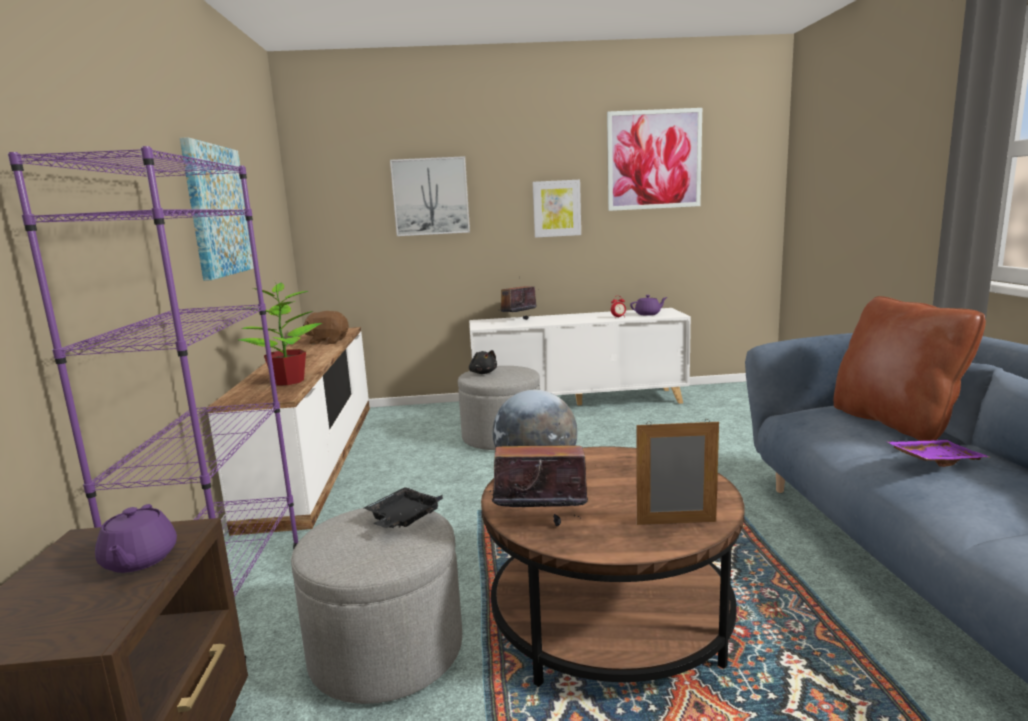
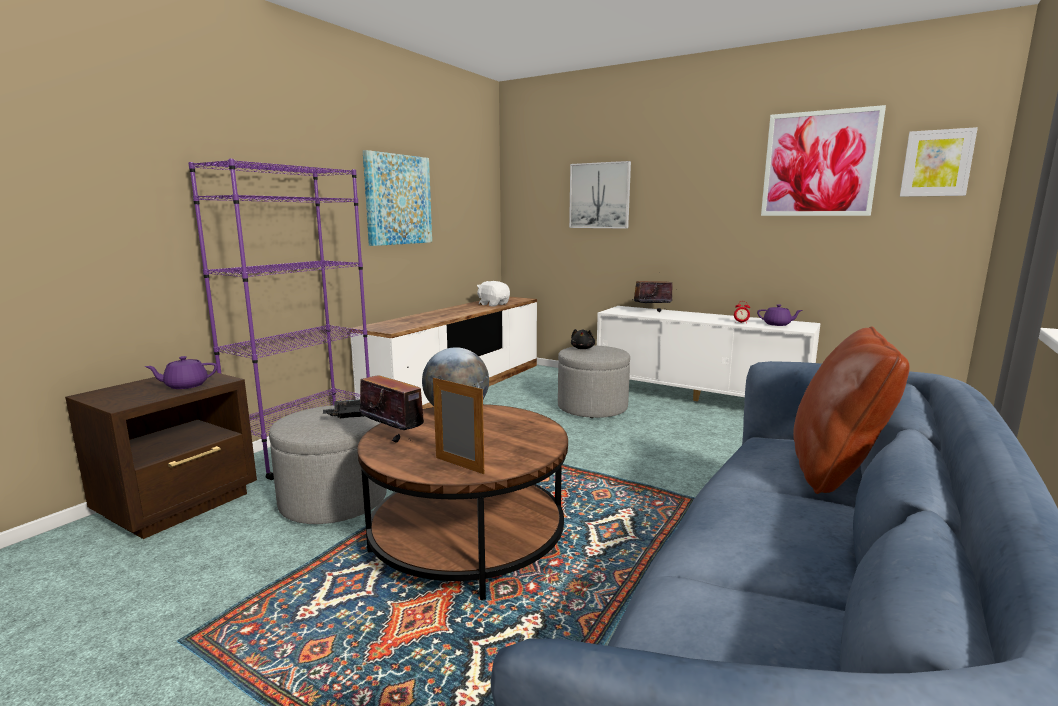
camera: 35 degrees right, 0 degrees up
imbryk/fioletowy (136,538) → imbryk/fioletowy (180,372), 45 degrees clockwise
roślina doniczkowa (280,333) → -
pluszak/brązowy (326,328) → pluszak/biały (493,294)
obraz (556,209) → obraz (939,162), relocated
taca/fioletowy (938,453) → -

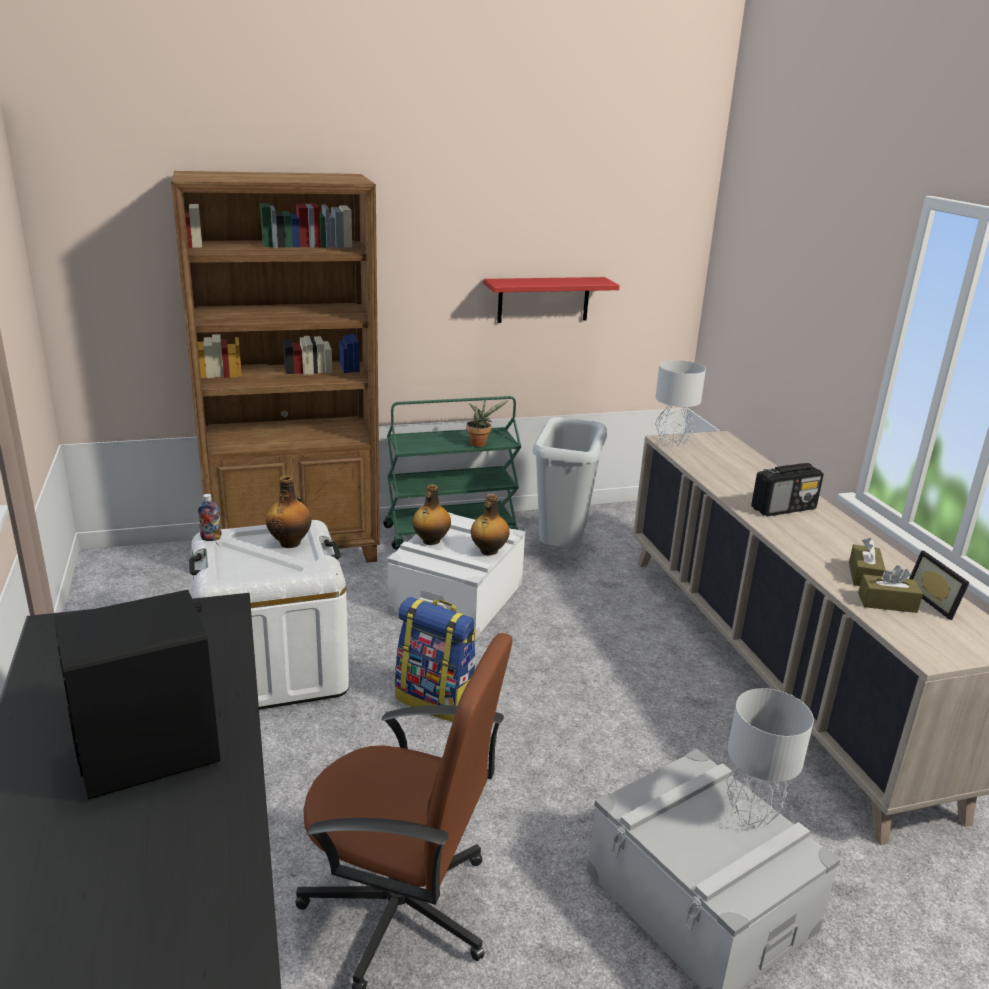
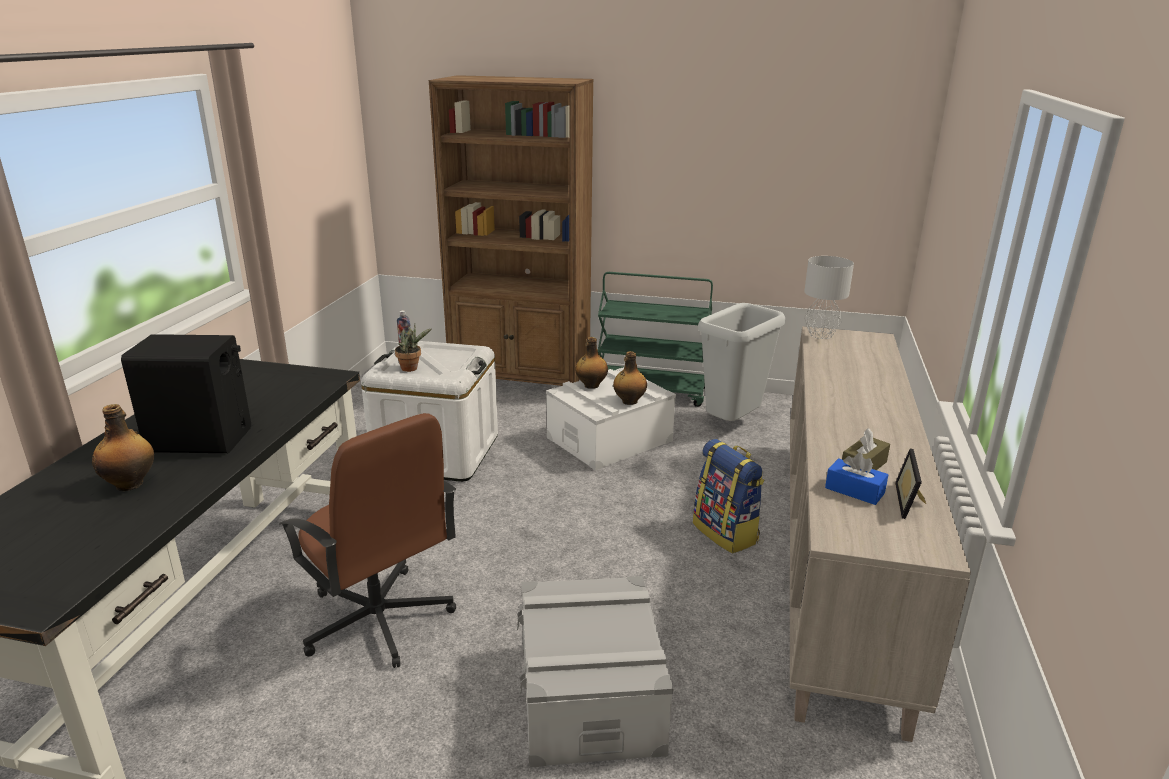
camera: 30 degrees right, 0 degrees up
butelka (289,511) → butelka (123,447), relocated
plecak (436,659) → plecak (728,496), relocated
roślina doniczkowa (487,422) → roślina doniczkowa (413,348), relocated
półka/czerwony (551,300) → -
lampa stołowa/szary (770,757) → -
radio (787,490) → -
pudełko chusteczek/brązowy (890,589) → pudełko chusteczek/niebieski (856,479)

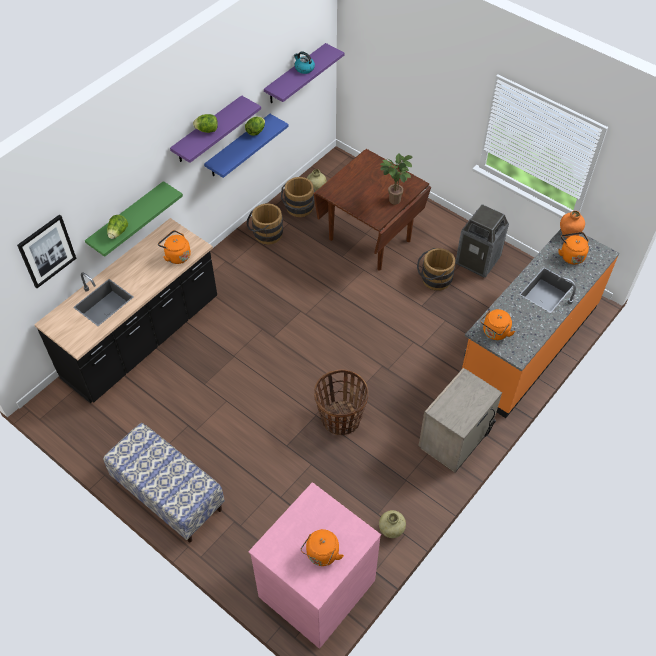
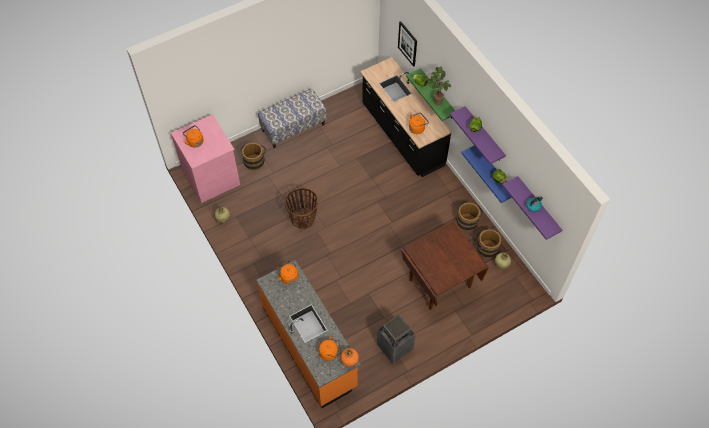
camera: 110 degrees right, 5 degrees up
roślina doniczkowa (396,178) → roślina doniczkowa (439,85), relocated
wiadro/brązowy (436,269) → wiadro/brązowy (253,157), relocated
szafka nocna/beżowy (460,420) → -

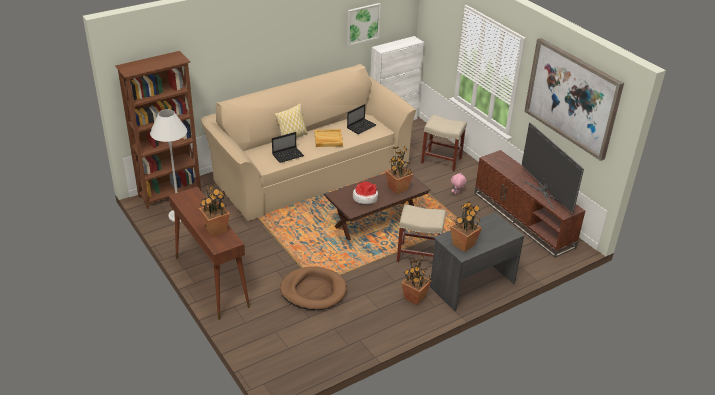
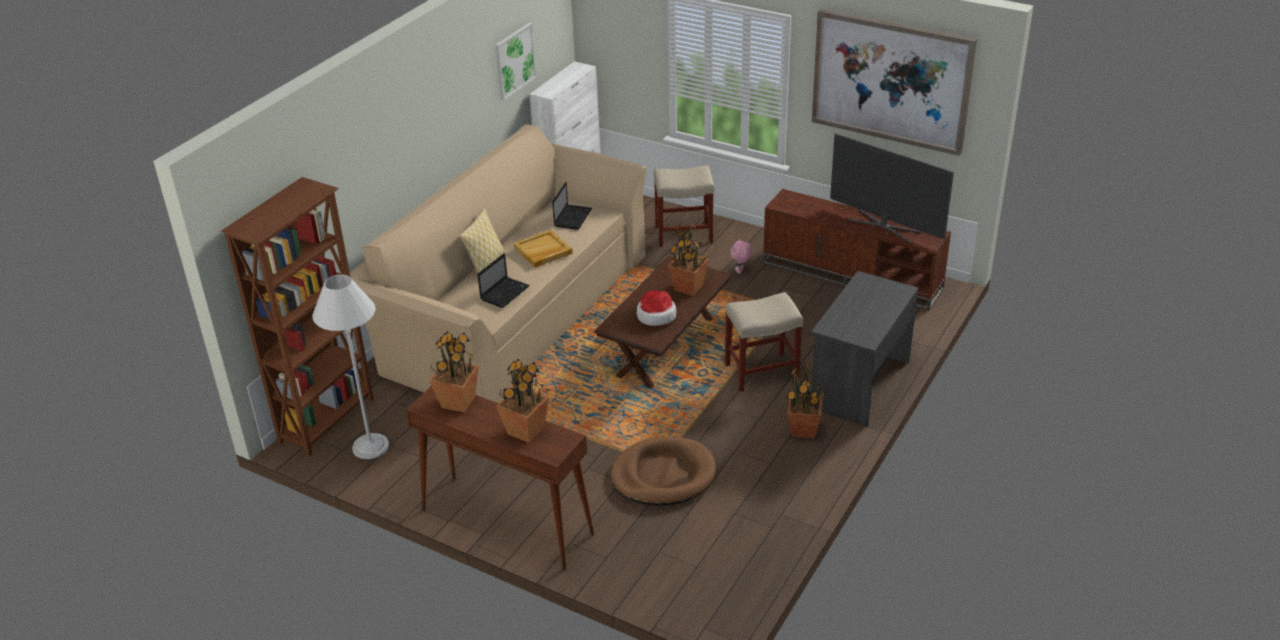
camera: 25 degrees left, 0 degrees up
roślina doniczkowa (466,226) → roślina doniczkowa (454,372), relocated

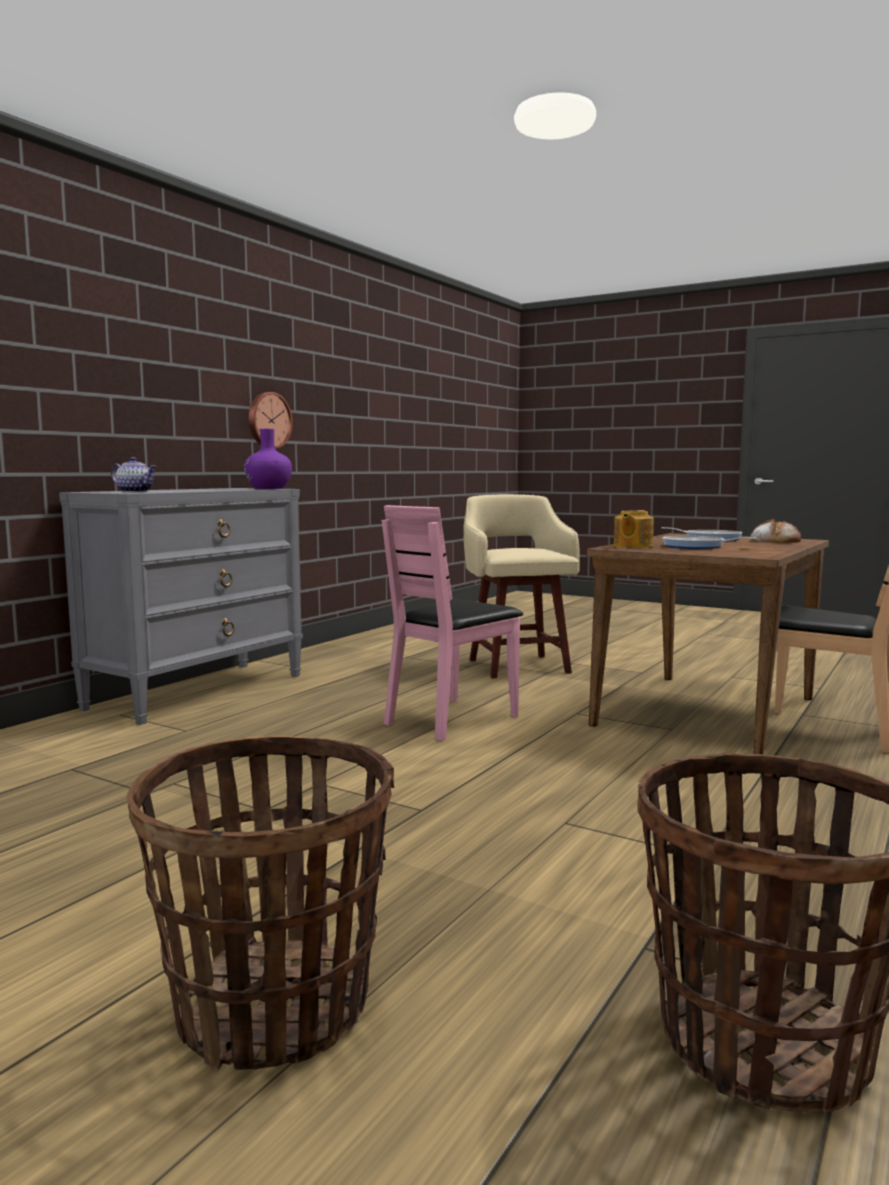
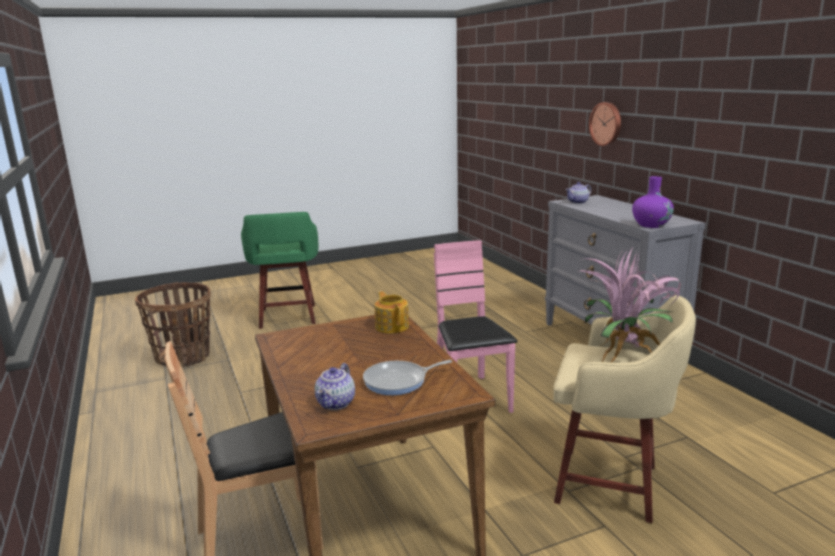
camera: 125 degrees right, 10 degrees up
koszyk (260,903) → stołek/zielony (279,270)
zegar ścienny (271,420) → zegar ścienny (605,124), relocated
patelnia (710,542) → -
chleb (776,530) → imbryk (335,386)
- → roślina doniczkowa (629,304)

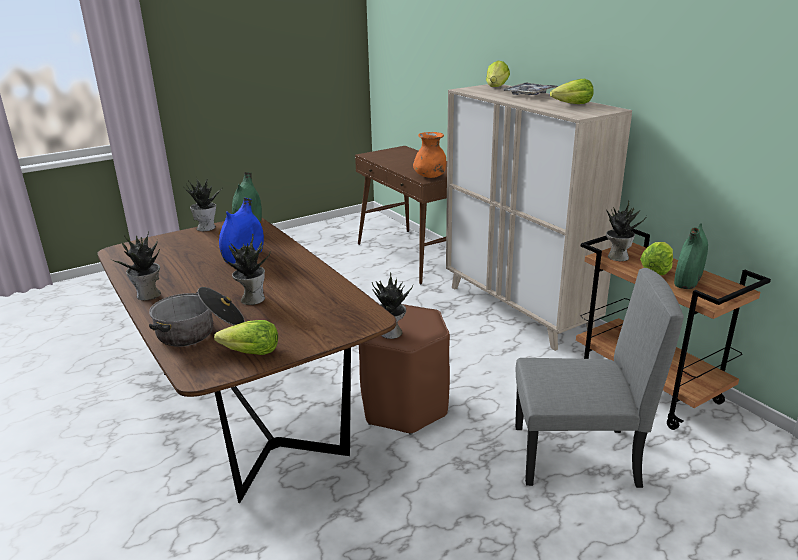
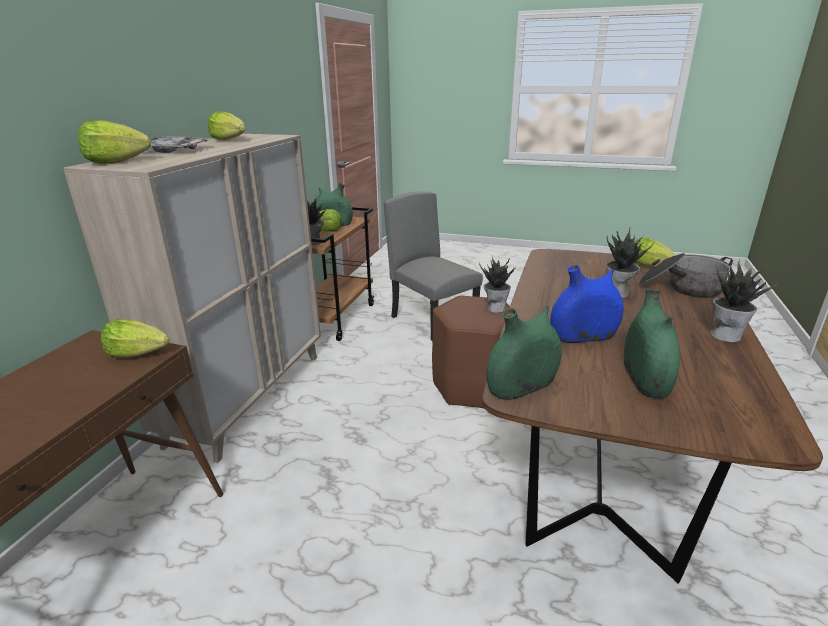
camera: 130 degrees left, 0 degrees up
roślina doniczkowa (202,203) → -
wazon/pomarańczowy (429,155) → sałata (135,338)
- → wazon/zielony (652,344)

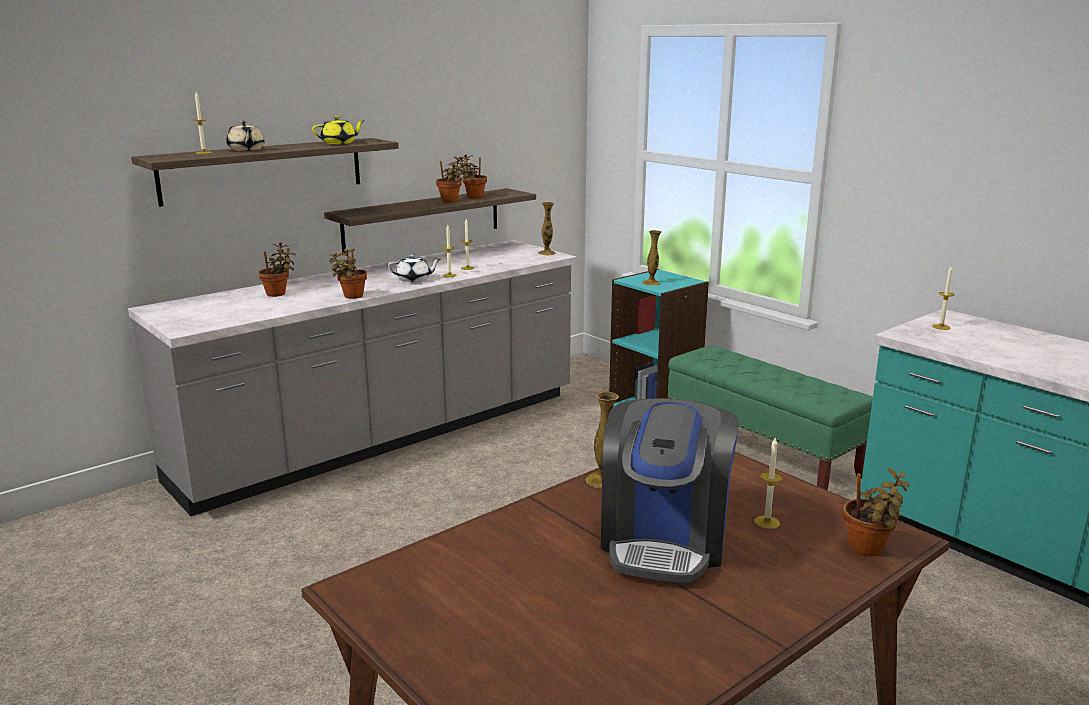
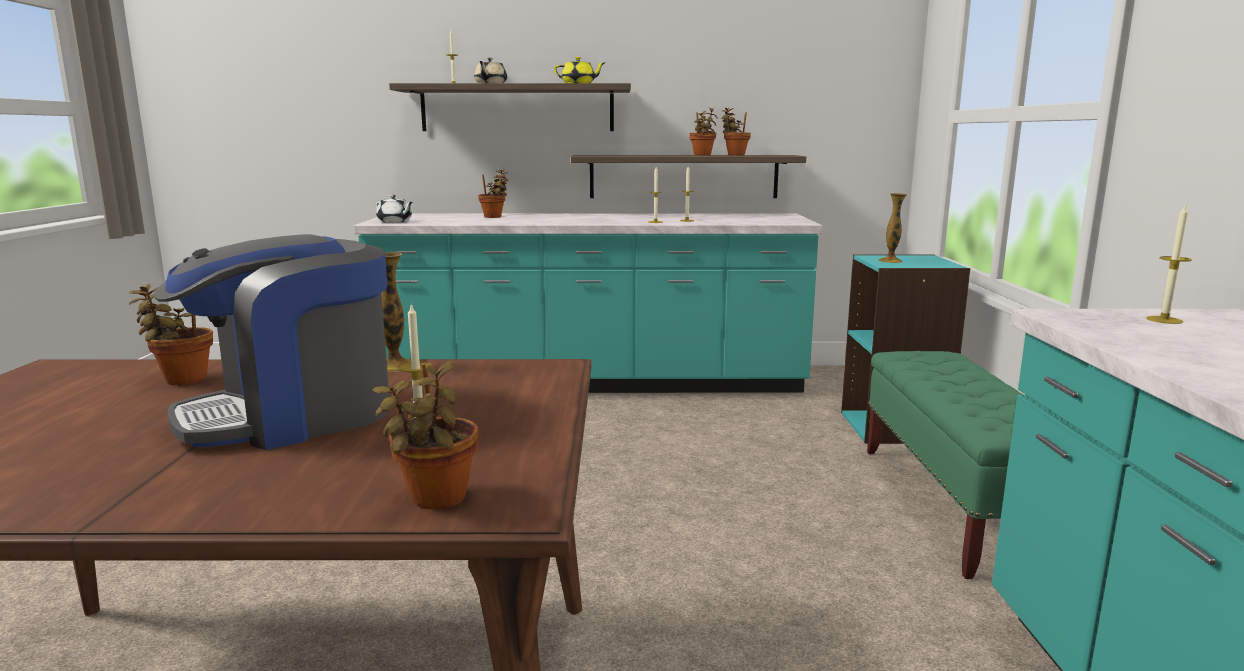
camera: 40 degrees right, 5 degrees down
zabudowa kuchenna/szary (352,378) → zabudowa kuchenna/turkusowy (588,303)
roślina doniczkowa (348,274) → roślina doniczkowa (171,335), relocated
imbryk/biały (414,268) → imbryk/biały (394,209), relocated
wazon (547,228) → -

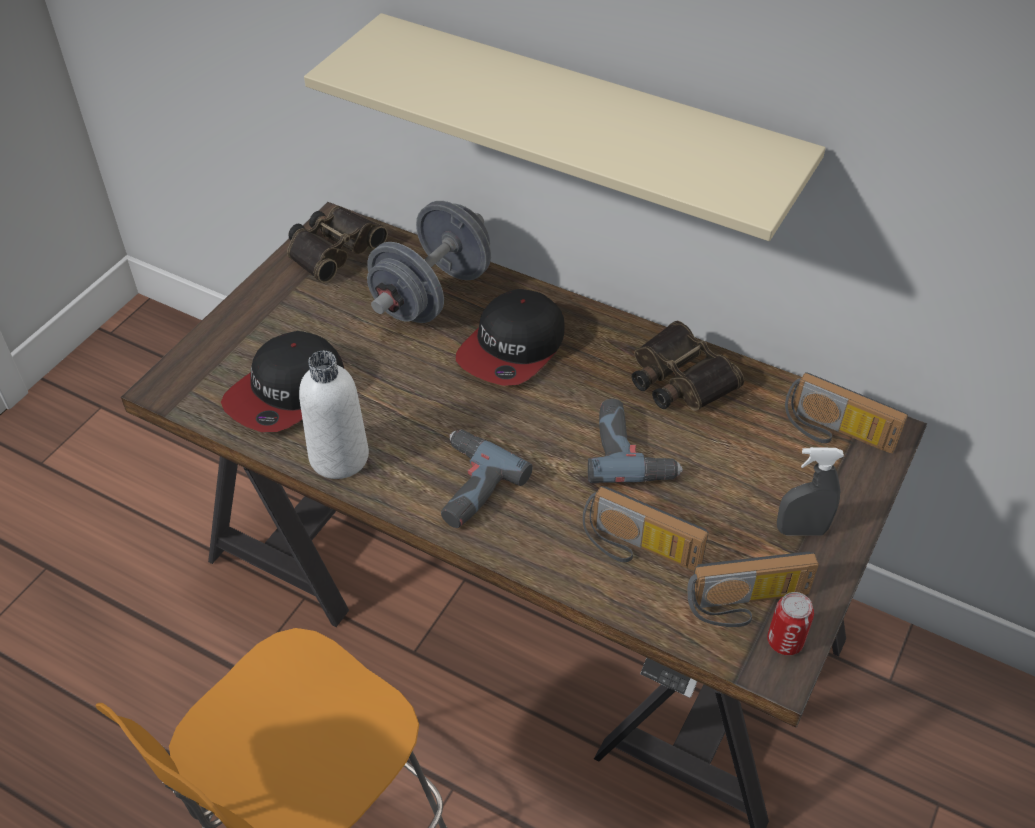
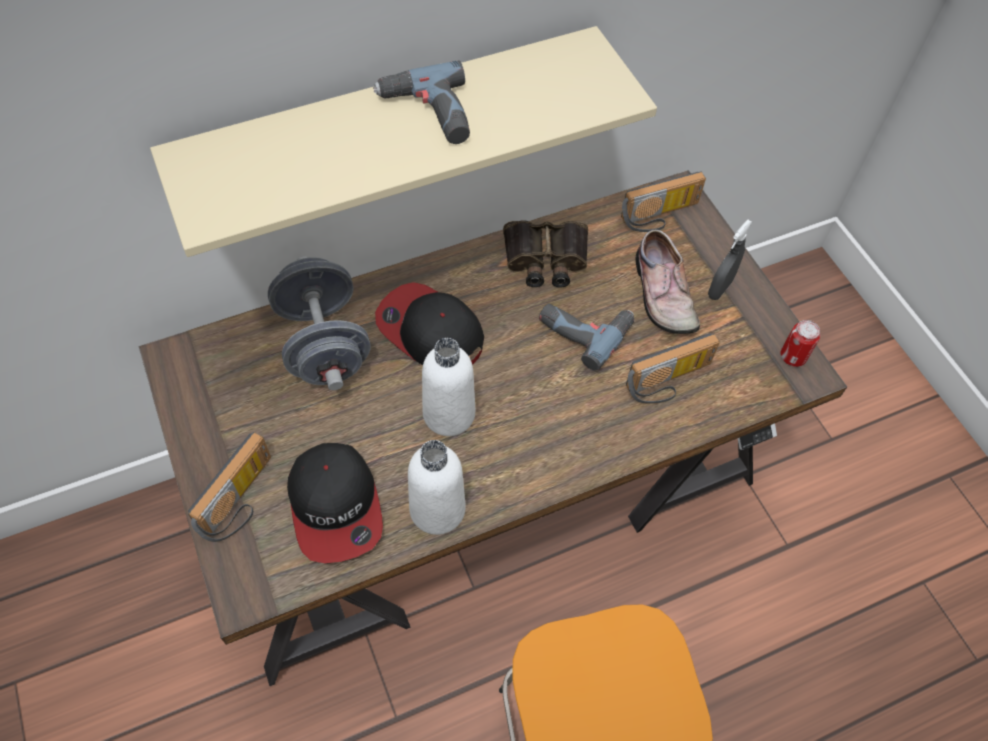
camera: 55 degrees left, 10 degrees up
lornetka (337,244) → -
wiertarka (487,478) → wiertarka (421,102), relocated
czapka z daszkiem (510,337) → czapka z daszkiem (429,323), 150 degrees clockwise
radio (753,589) → radio (229,487), relocated
- → butelka/biały (448,387)
- → but (668,282)

